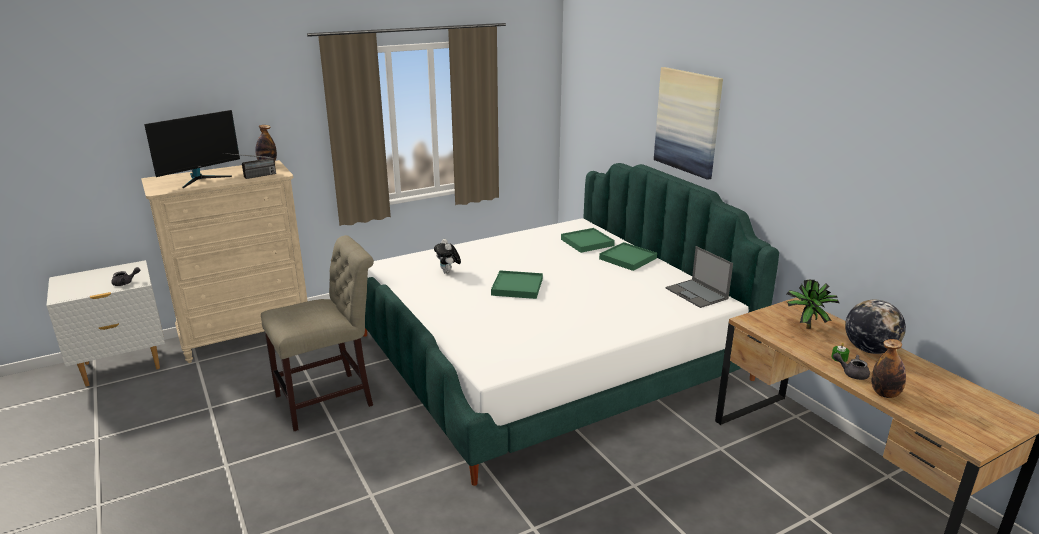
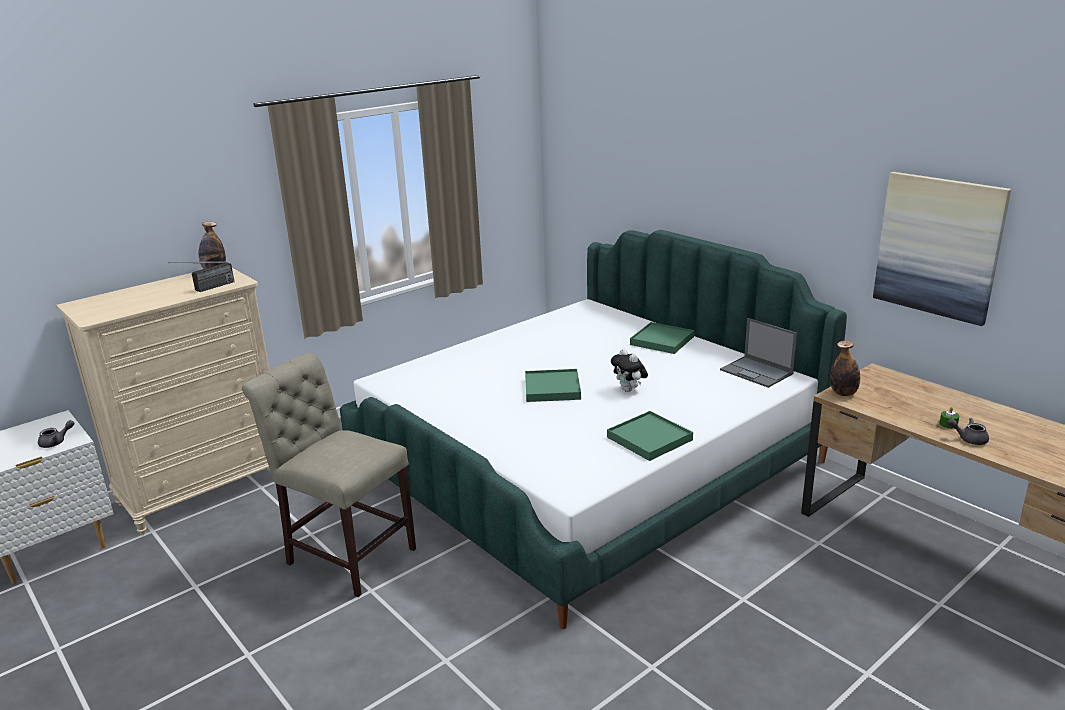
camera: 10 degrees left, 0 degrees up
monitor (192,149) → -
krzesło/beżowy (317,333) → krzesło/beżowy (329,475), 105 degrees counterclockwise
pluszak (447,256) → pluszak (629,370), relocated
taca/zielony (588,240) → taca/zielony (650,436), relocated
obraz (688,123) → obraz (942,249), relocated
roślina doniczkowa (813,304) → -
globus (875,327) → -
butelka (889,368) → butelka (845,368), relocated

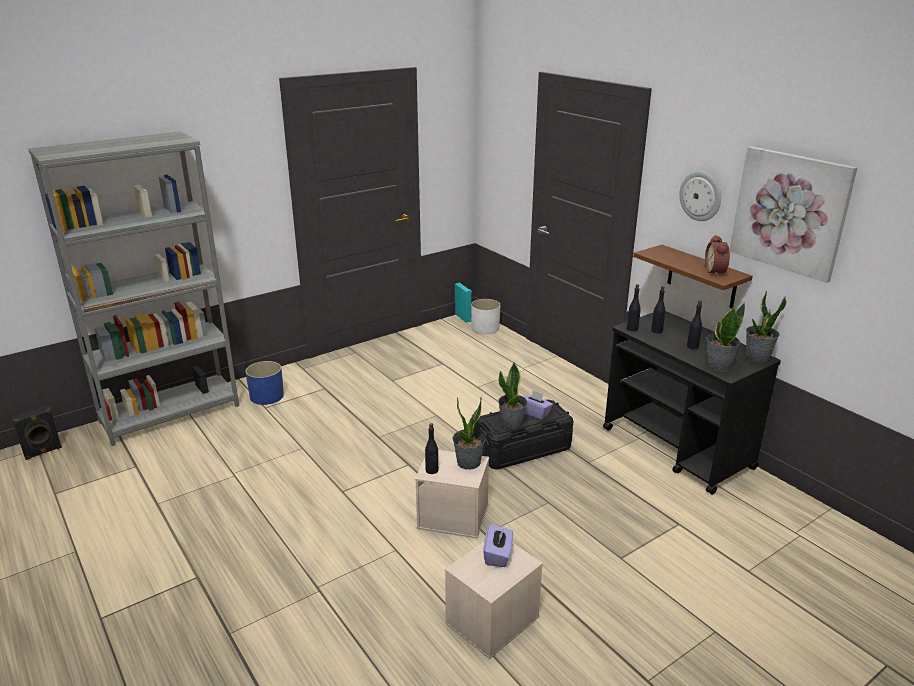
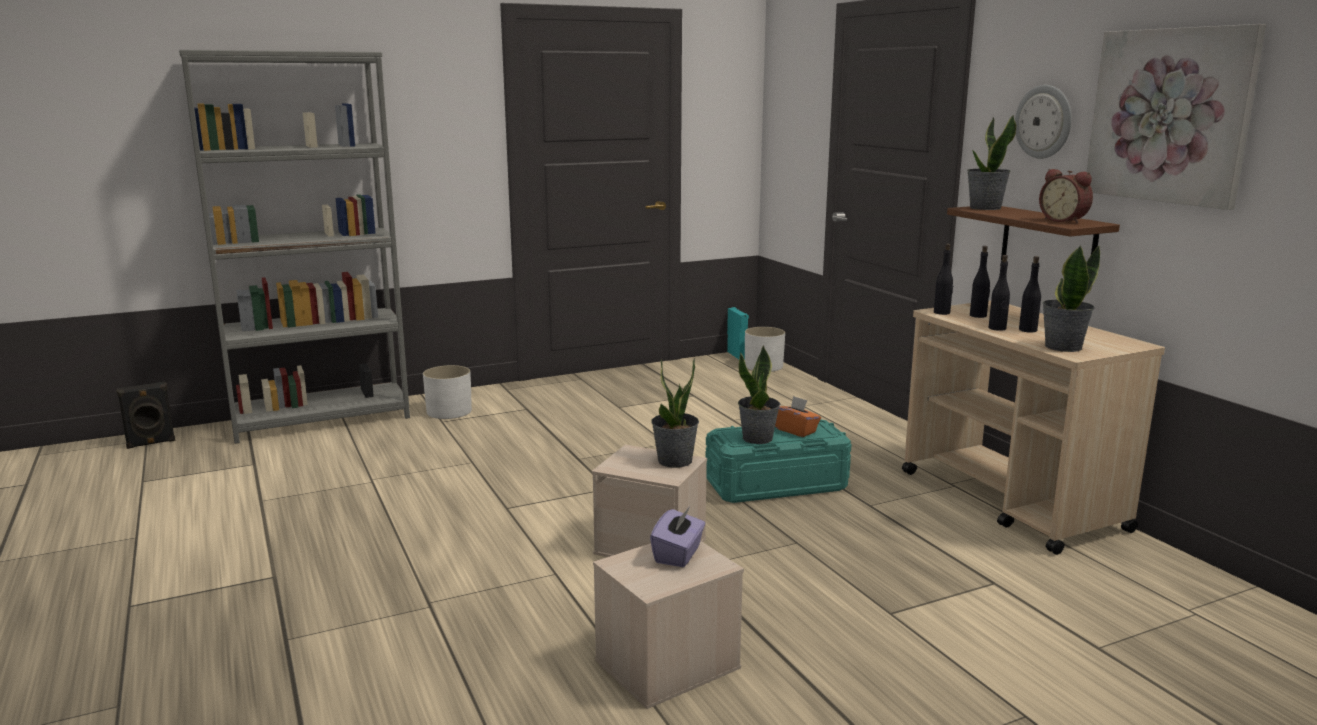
camera: 10 degrees right, 10 degrees down
donica/niebieski (264,383) → donica/biały (447,392)
butelka/czarny (431,448) → butelka/czarny (999,293), relocated
pojemnik do przechowywania/czarny (525,434) → pojemnik do przechowywania/turkusowy (778,461)
pudełko chusteczek/fioletowy (538,405) → pudełko chusteczek/pomarańczowy (798,416)
wózek/czarny (692,403) → wózek/beżowy (1033,427)
budzik (717,256) → budzik (1066,196), 45 degrees counterclockwise
roślina doniczkowa (766,327) → roślina doniczkowa (991,162), relocated

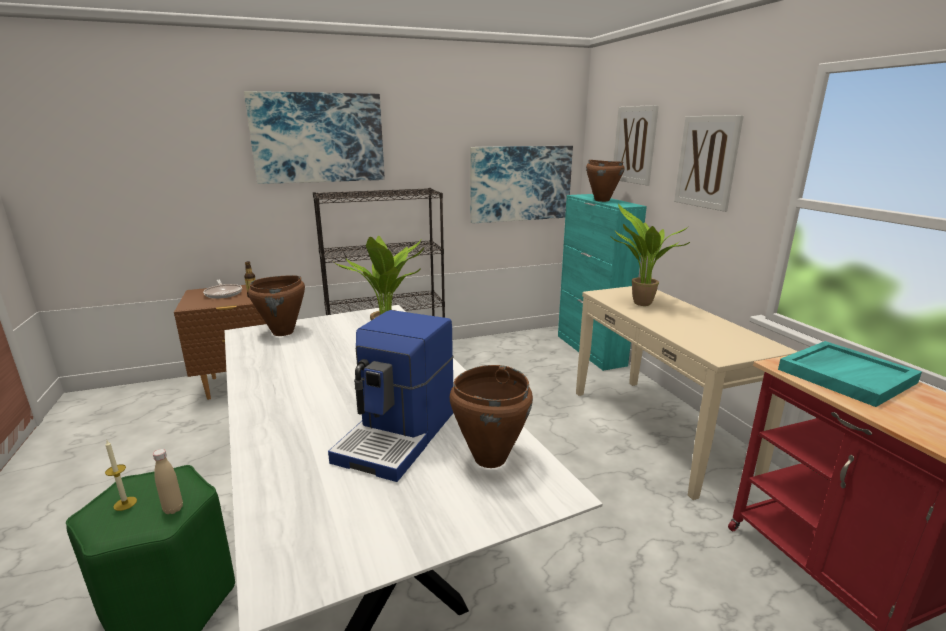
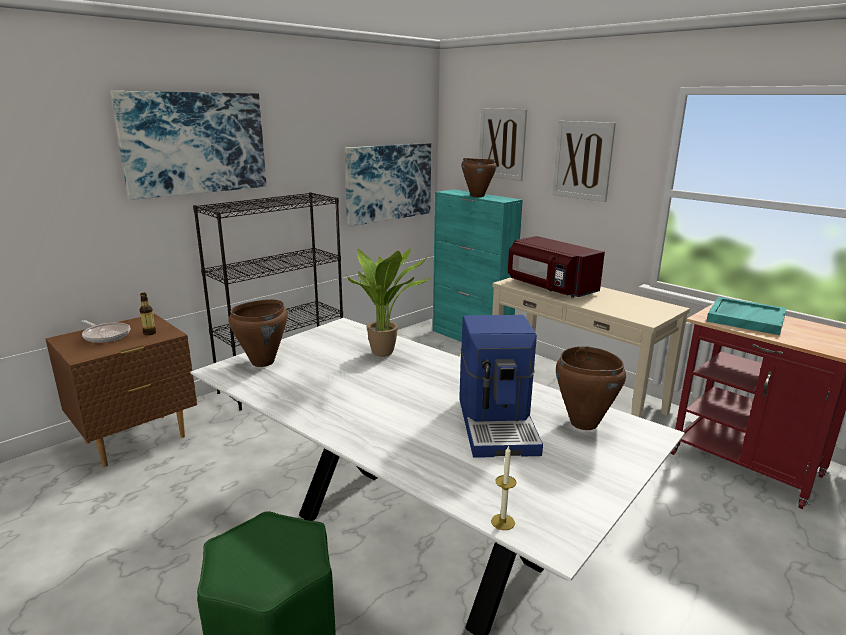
camera: 25 degrees left, 0 degrees up
świeca (121,476) → świeca (504,487), relocated
butelka/beżowy (168,481) → -
roślina doniczkowa (650,255) → mikrofalówka/czerwony (556,267)

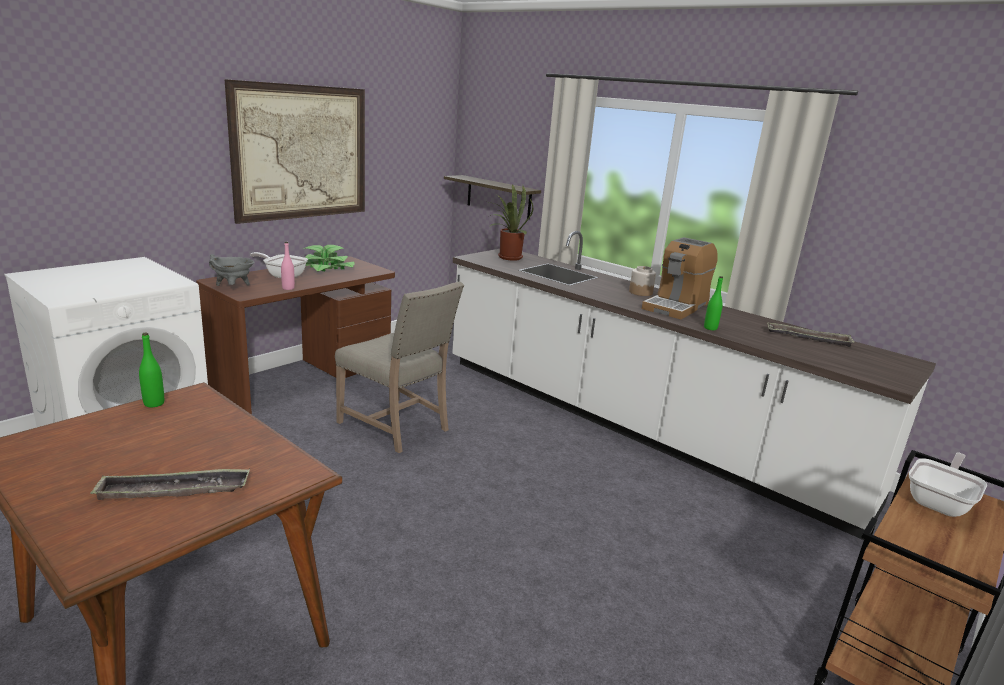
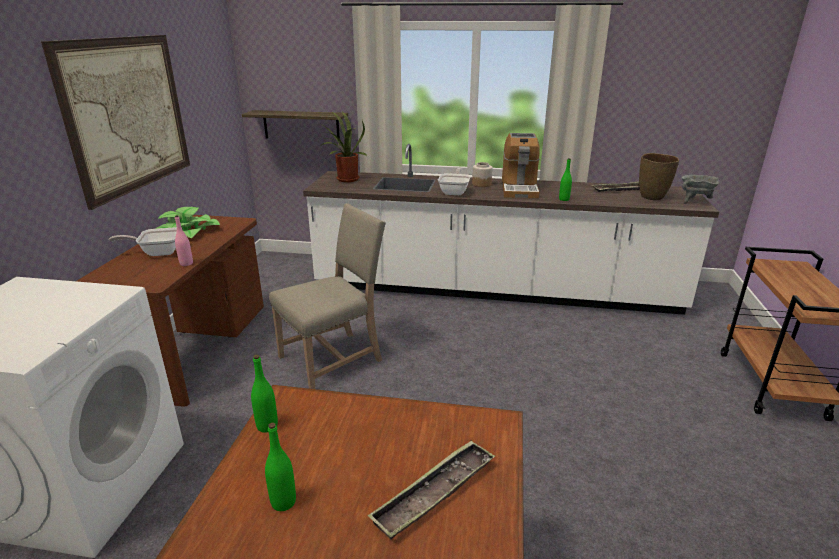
camera: 30 degrees left, 5 degrees up
garnek/szary (231,270) → garnek/szary (700,189), relocated
krzesło/beżowy (399,367) → krzesło/beżowy (327,296), 45 degrees counterclockwise
patelnia (948,484) → patelnia (454,181), relocated
- → butelka/zielony (280,467)
- → wazon/brązowy (659,176)

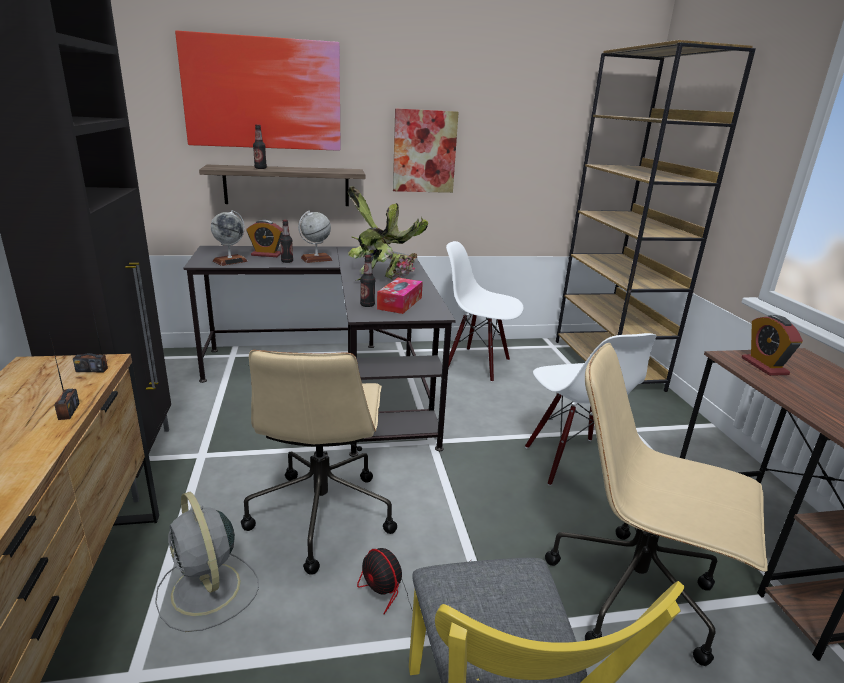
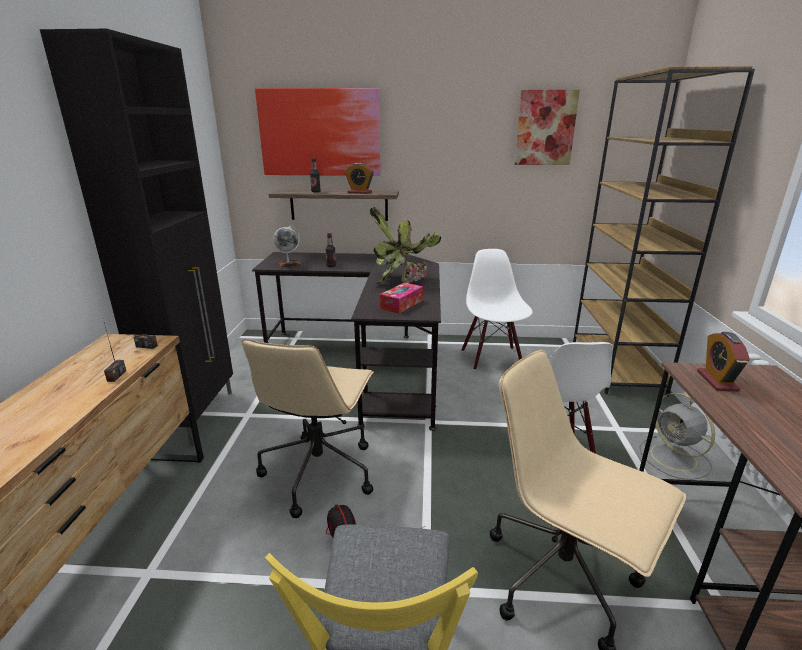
camera: 15 degrees right, 0 degrees up
wentylator/szary (207,562) → wentylator/szary (677,436), relocated
budzik (264,238) → budzik (359,178), relocated
globus (315,237) → -
butelka (367,281) → -
obraz (426,150) → obraz (547,127), relocated
krzesło/biały (484,311) → krzesło/biały (497,309), 45 degrees clockwise

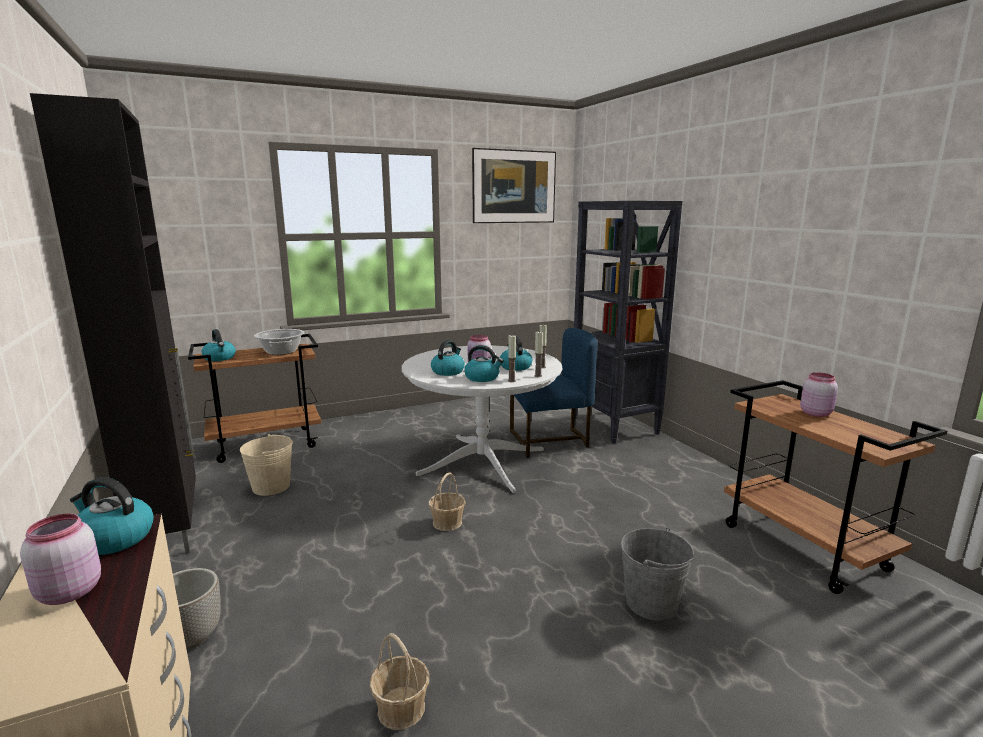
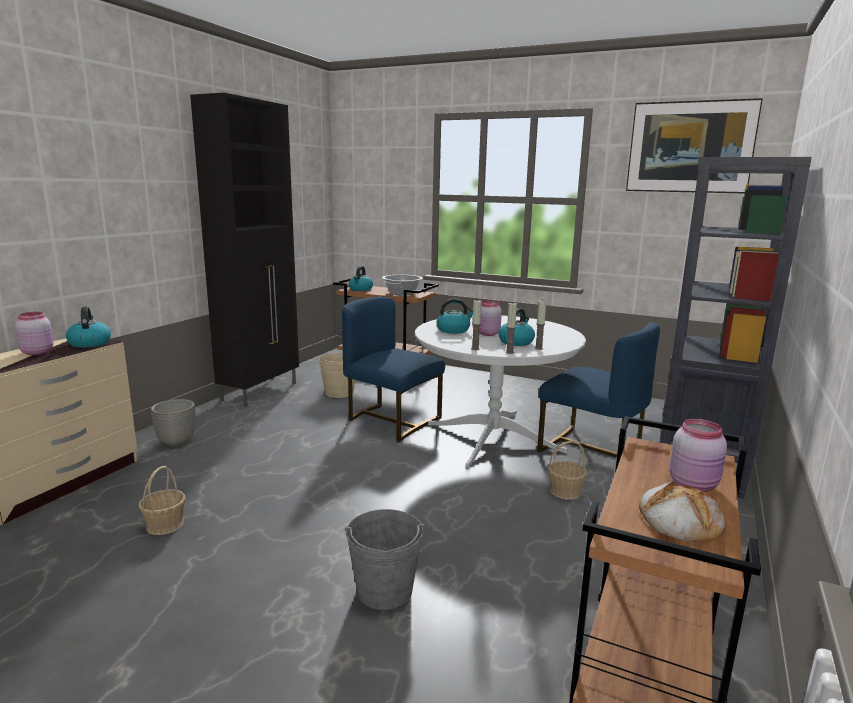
camera: 50 degrees right, 0 degrees up
koszyk (447,502) → koszyk (567,470), relocated
czajnik (484,363) → -
- → krzesło/niebieski (393,369)
- → chleb (683,511)

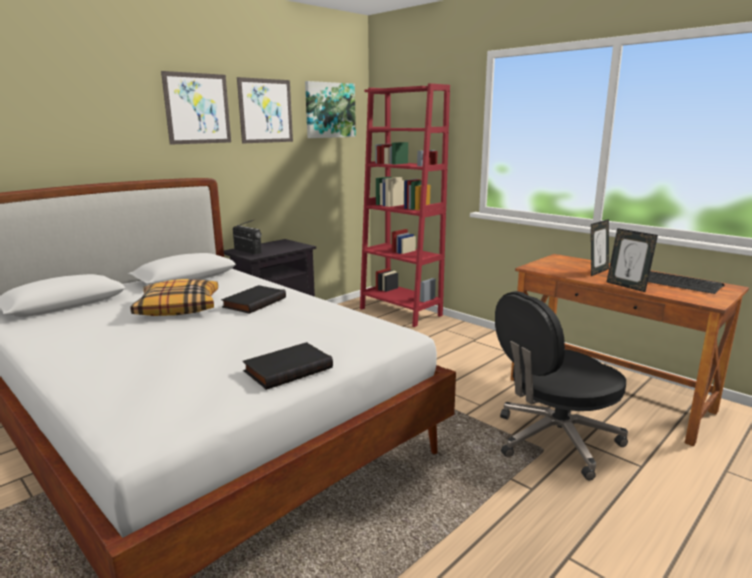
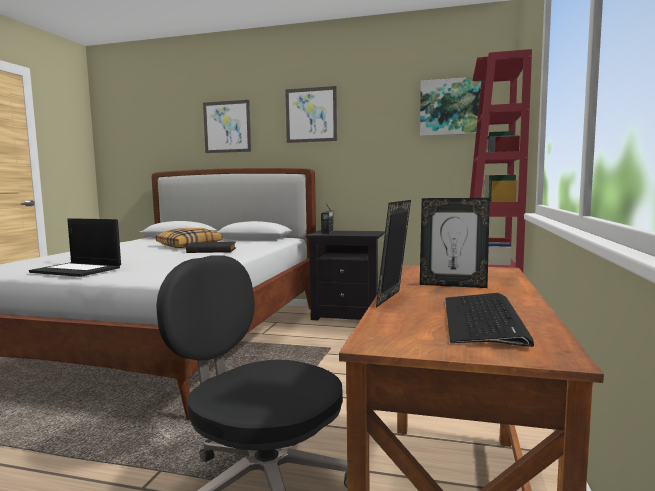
camera: 60 degrees right, 10 degrees down
obraz (265,110) → obraz (227,126), relocated
książka/czarny (288,366) → laptop (75,247)

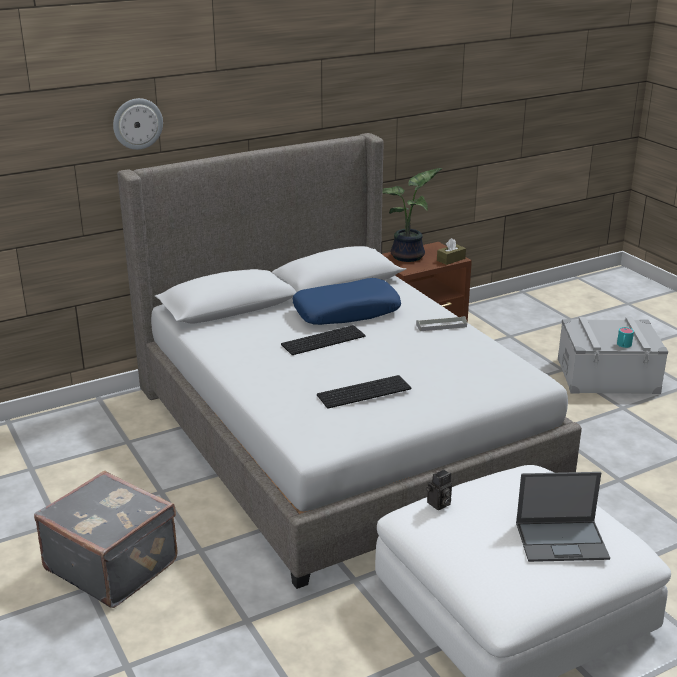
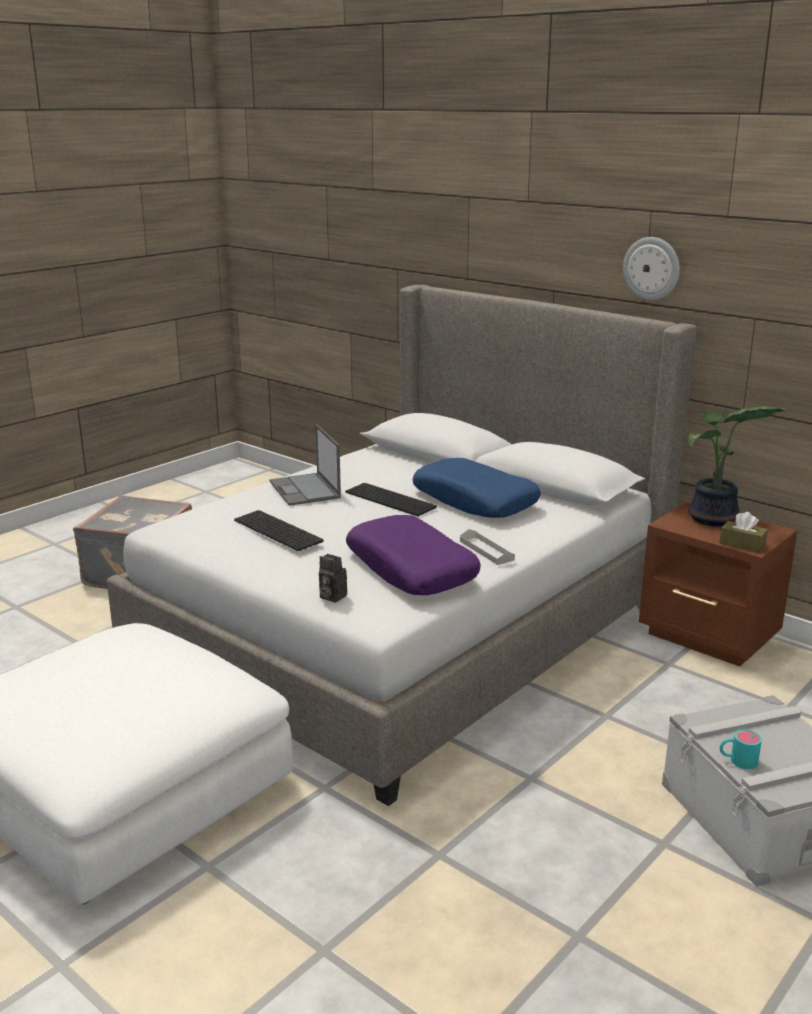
camera: 70 degrees right, 5 degrees down
zegar ścienny (138,124) → zegar ścienny (651,268), relocated
aparat fotograficzny (439,489) → aparat fotograficzny (333,578), relocated
laptop (563,517) → laptop (305,465), relocated
- → poduszka/fioletowy (413,555)

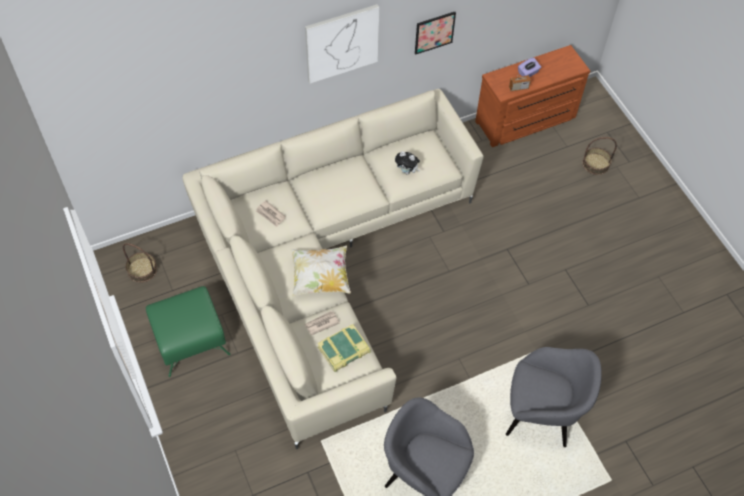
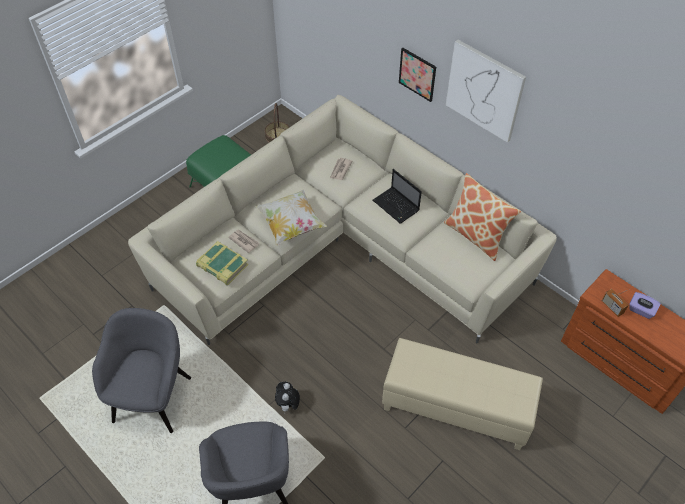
camera: 70 degrees right, 5 degrees down
pluszak (407,163) → pluszak (287,397), relocated
obraz (435,33) → obraz (417,75), relocated
koszyk (599,156) → -
- → laptop (397,196)
- → pufa/beżowy (462,394)
- → poduszka (482,217)

